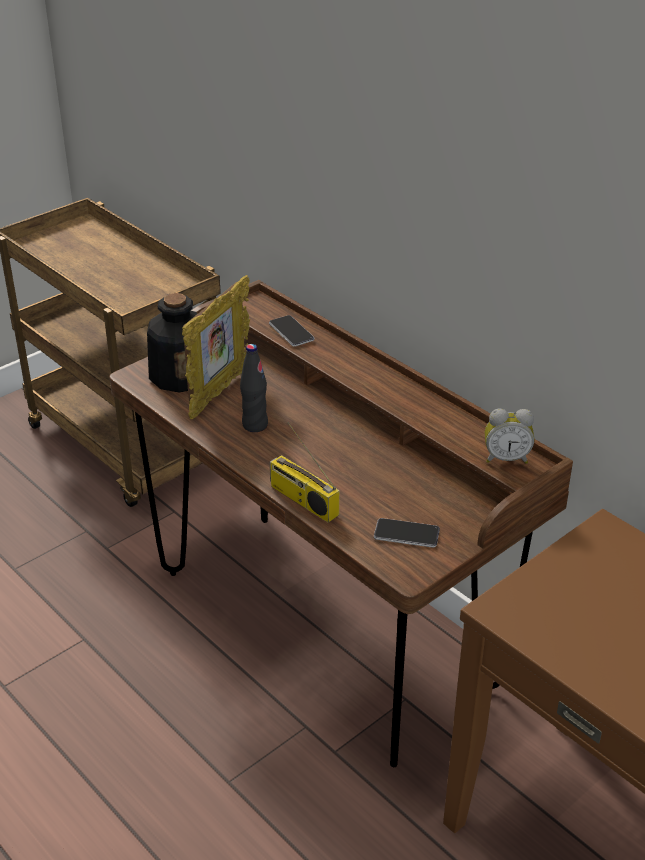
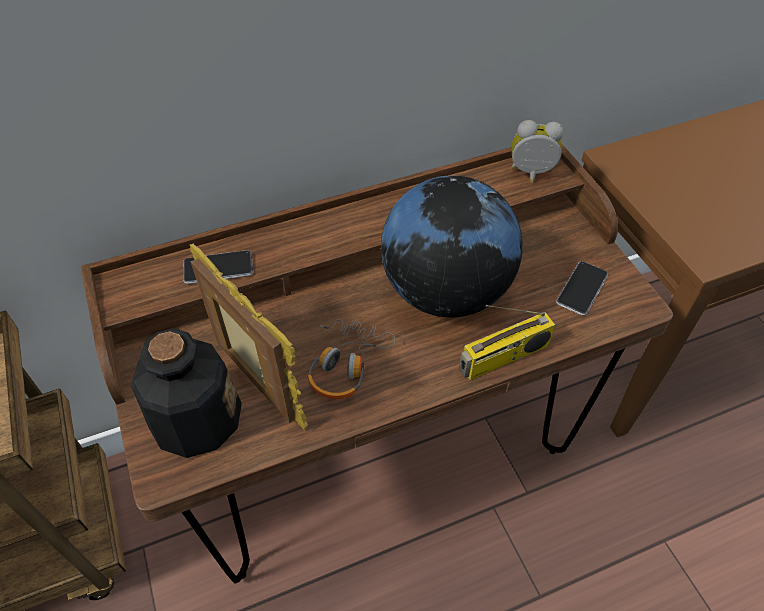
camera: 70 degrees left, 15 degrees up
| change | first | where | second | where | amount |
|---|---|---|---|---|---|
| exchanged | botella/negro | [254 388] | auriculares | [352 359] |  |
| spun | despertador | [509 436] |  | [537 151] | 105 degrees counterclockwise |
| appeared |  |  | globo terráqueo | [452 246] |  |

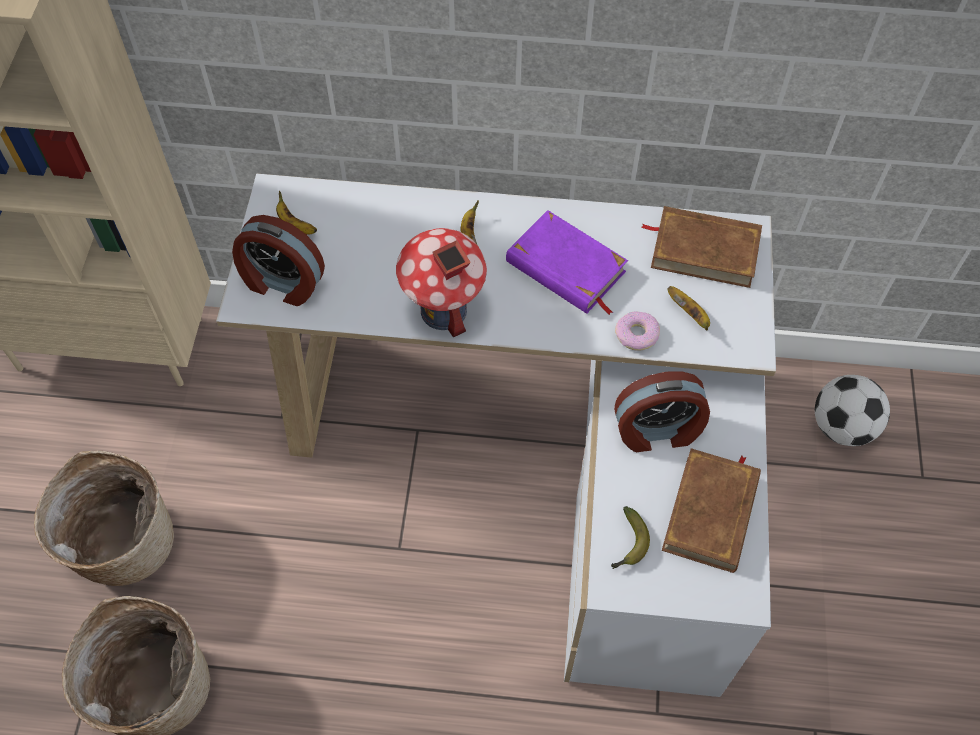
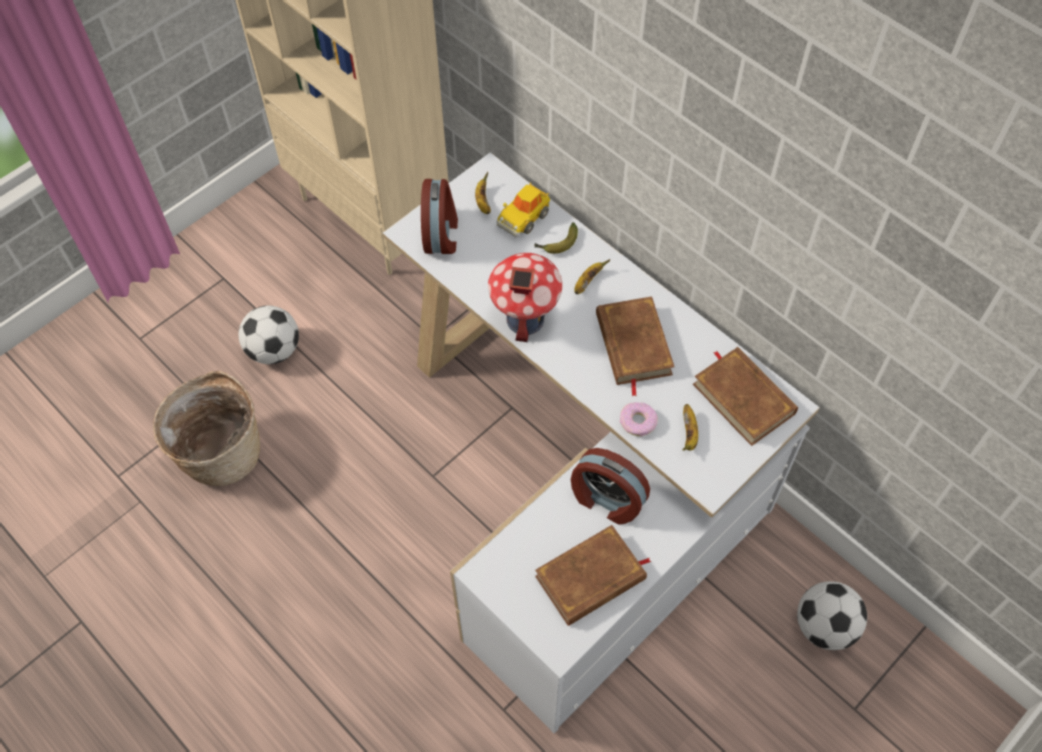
camera: 40 degrees right, 0 degrees up
| change | first | where | second | where | amount |
|---|---|---|---|---|---|
| colour | libro/morado | [567 262] | libro/marrón | [635 346] |  |
| spun | despertador | [278 260] |  | [439 216] | 150 degrees counterclockwise |
| exchanged | cesta | [104 518] | balón de fútbol | [269 334] |  |
| relocated | plátano | [630 537] |  | [556 238] |  |
| appeared |  |  | coche de juguete | [523 210] |  |

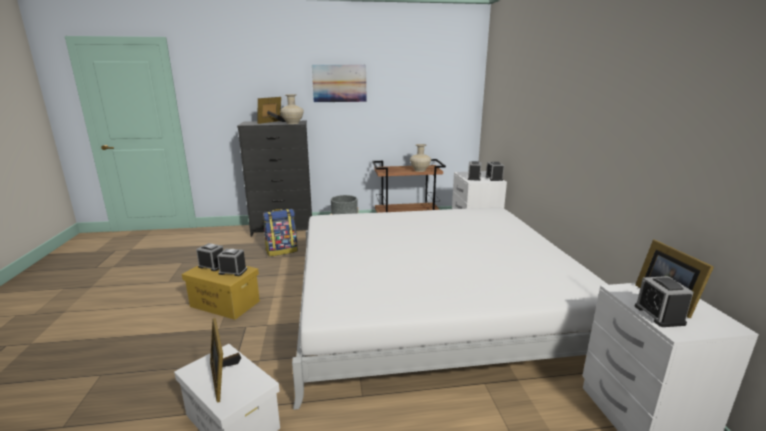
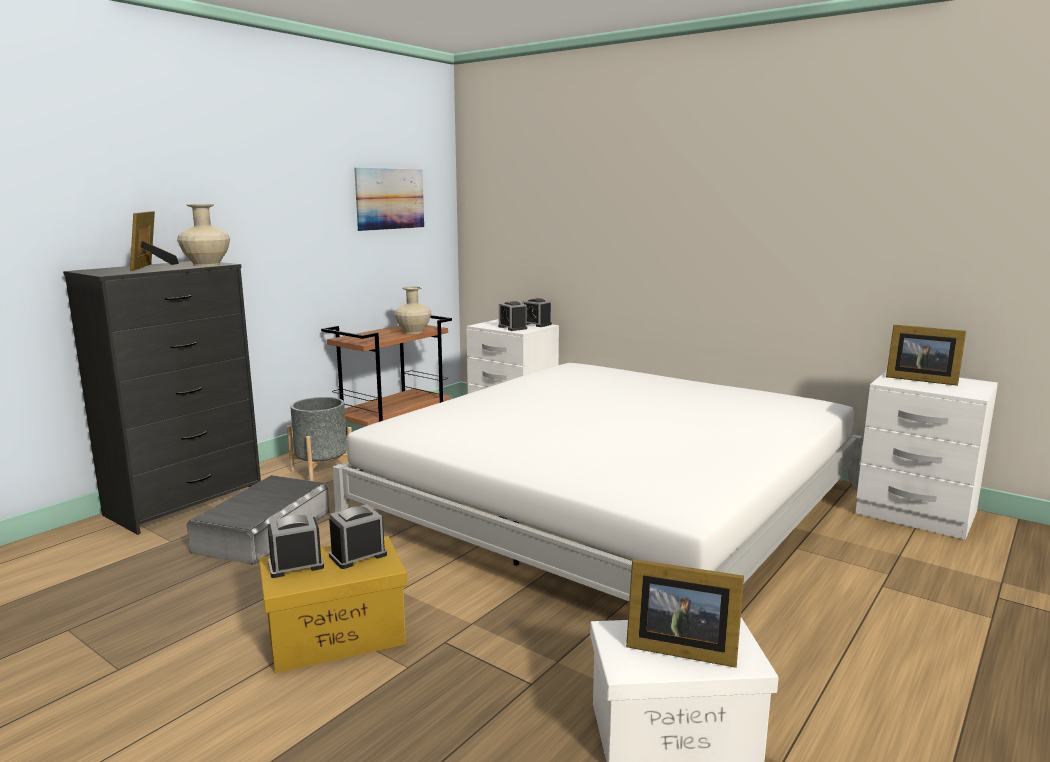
camera: 45 degrees left, 5 degrees down
| change | first | where | second | where | amount |
|---|---|---|---|---|---|
| relocated | cuadro | [339 83] |  | [389 199] |  |
| exchanged | mochila | [280 233] | caja de almacenaje/gris | [258 520] |  |
| missing | despertador | [664 301] |  |  |  |

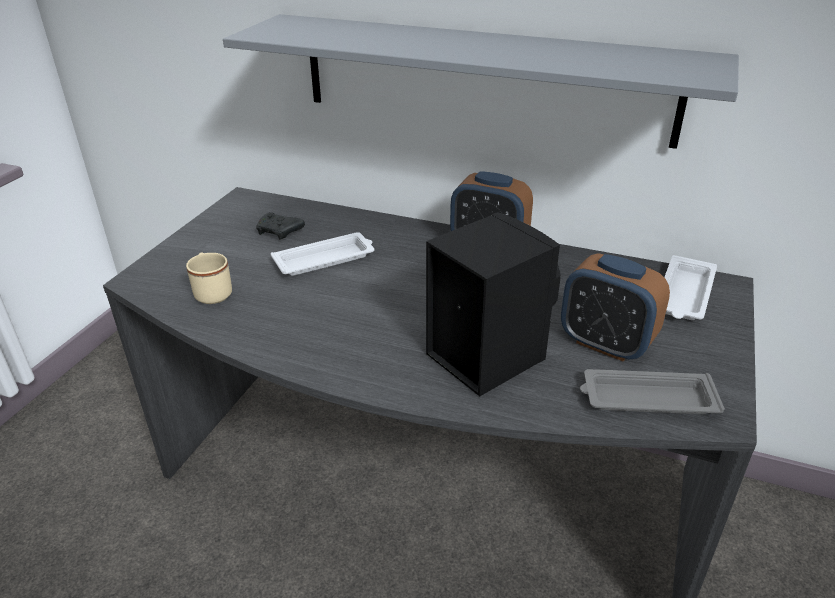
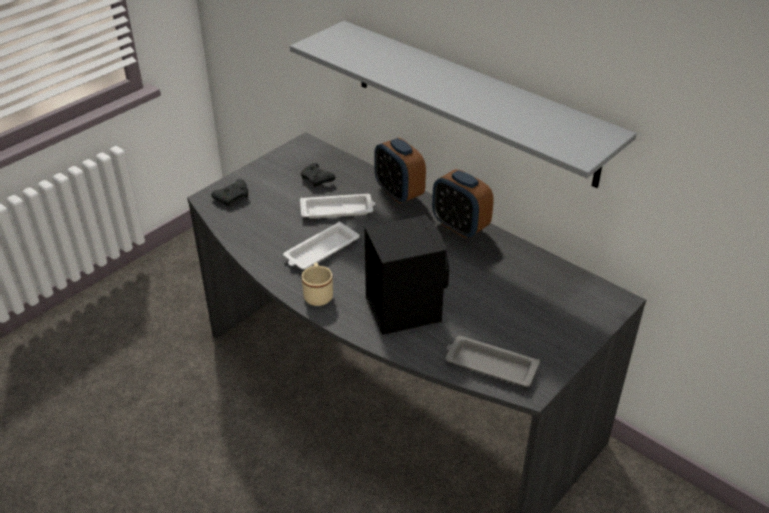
camera: 20 degrees right, 5 degrees up
| change | first | where | second | where | amount |
|---|---|---|---|---|---|
| relocated | taza grande/beis | [209 278] |  | [317 284] |  |
| relocated | despertador | [615 307] |  | [400 171] |  |
| relocated | bandeja/blanco | [690 287] |  | [321 246] |  |
| appeared |  |  | mando de consola/negro | [229 193] |  |

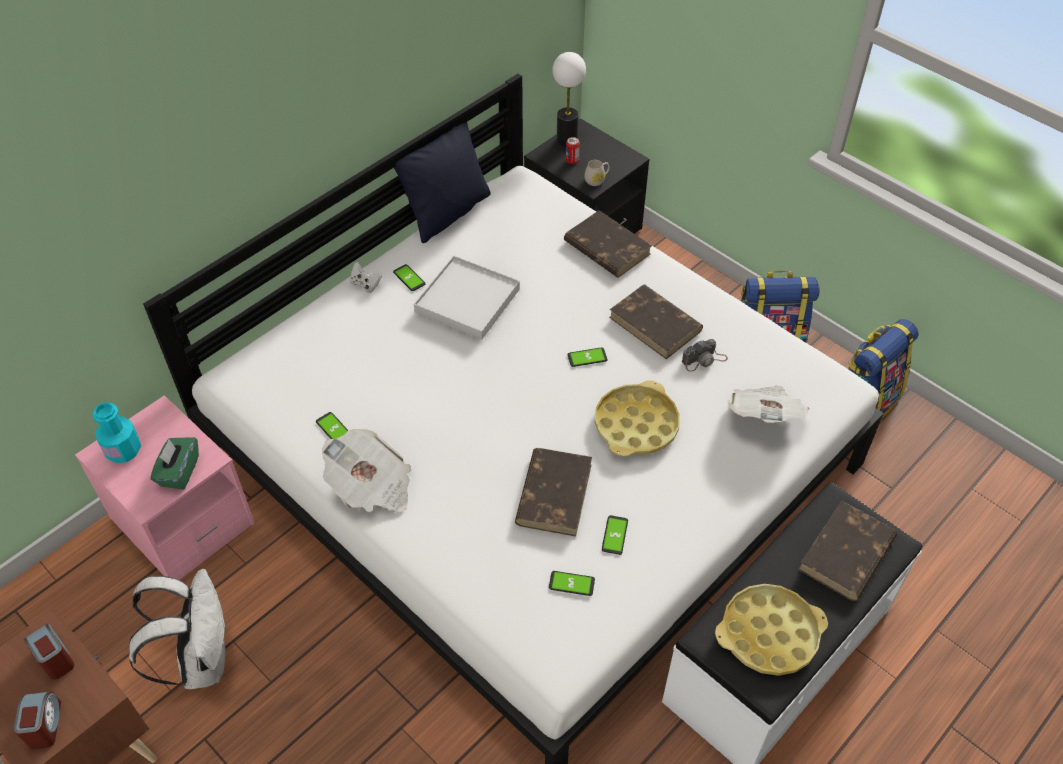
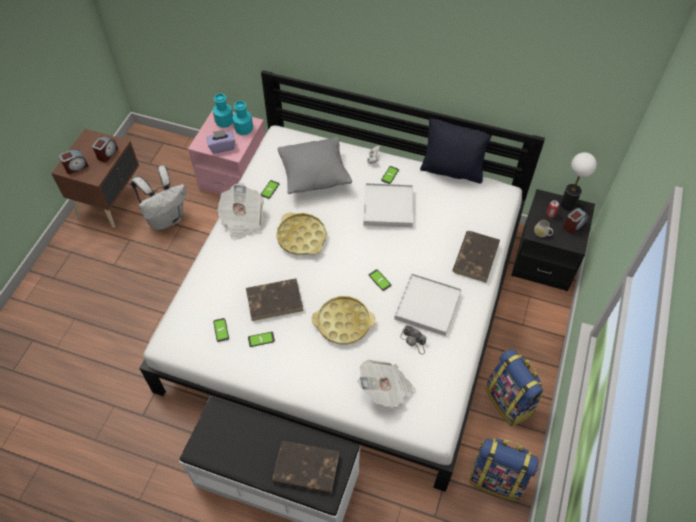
camera: 65 degrees right, 5 degrees up
| change | first | where | second | where | amount |
|---|---|---|---|---|---|
| exchanged | libro/marrón | [656 322] | bandeja/blanco | [427 304] |  |
| colour | caja de pañuelos/verde | [174 463] | caja de pañuelos/morado | [220 142] |  |
| relocated | bandeja/amarillo | [771 630] |  | [301 233] |  |
| appeared |  |  | botella/turquesa | [242 118] |  |
| appeared |  |  | cojín/gris | [315 165] |  |
| appeared |  |  | despertador | [576 220] |  |

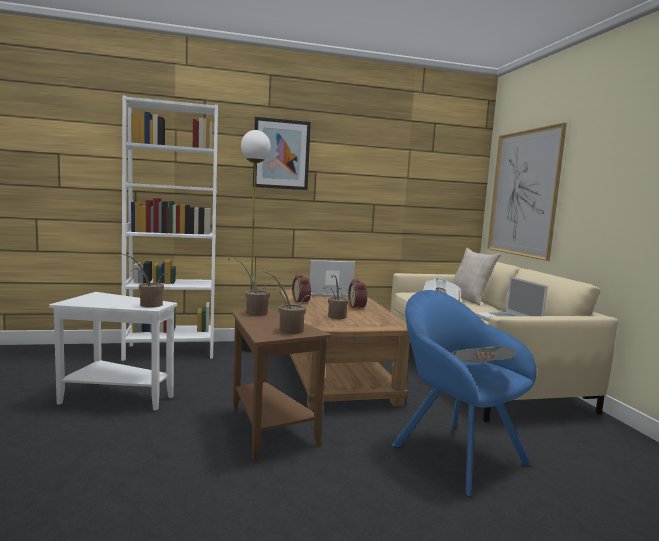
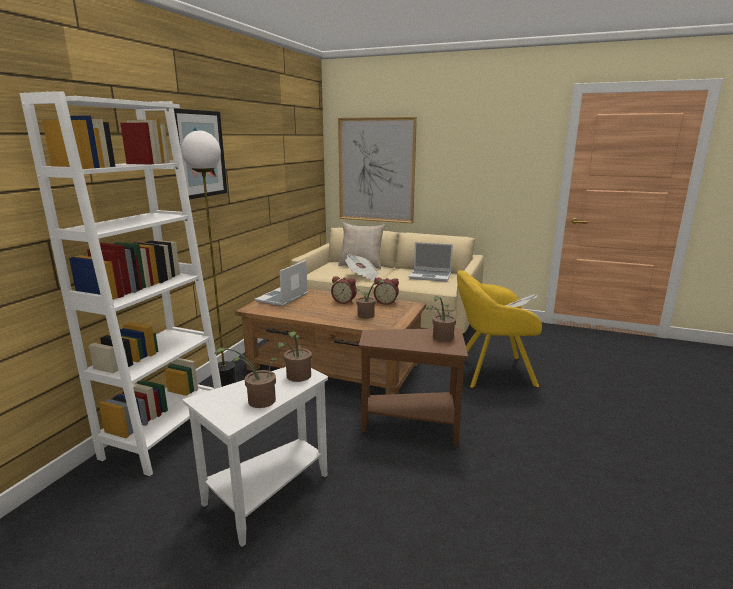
camera: 55 degrees left, 10 degrees up
| change | first | where | second | where | amount |
|---|---|---|---|---|---|
| relocated | planta en maceta | [253 287] |  | [246 378] |  |
| relocated | despertador | [301 288] |  | [386 291] |  |
| colour | sillón/azul | [464 393] | sillón/amarillo | [499 329] |  |

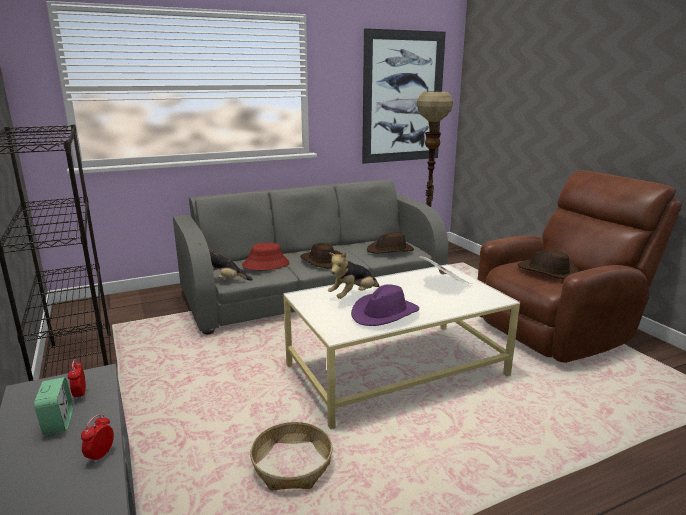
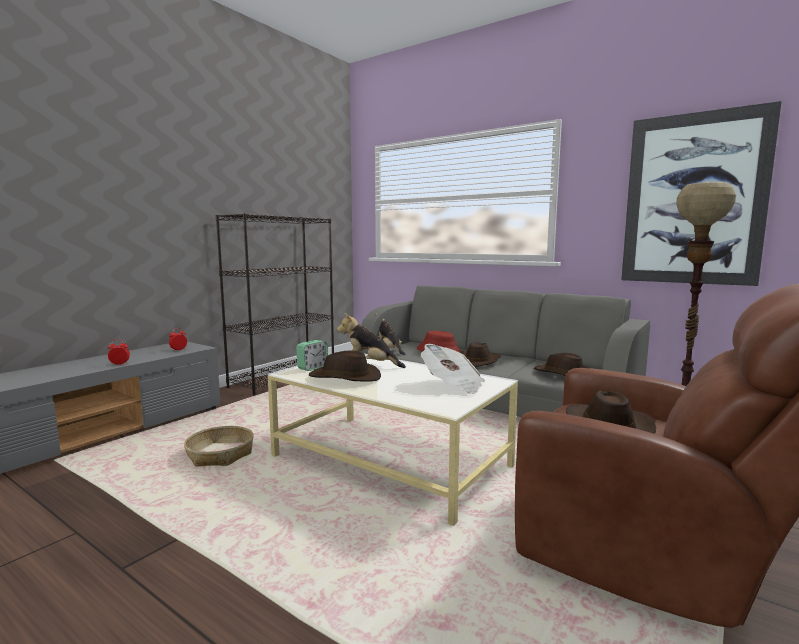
camera: 60 degrees right, 10 degrees down
| change | first | where | second | where | amount |
|---|---|---|---|---|---|
| colour | sombrero/morado | [385 305] | sombrero/marrón | [345 366] |  |
| relocated | despertador | [53 406] |  | [312 355] |  |

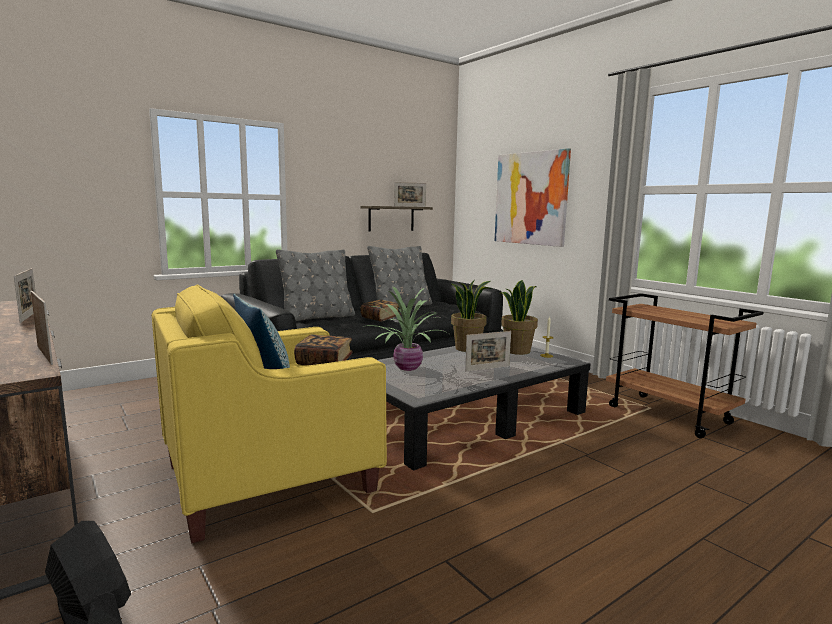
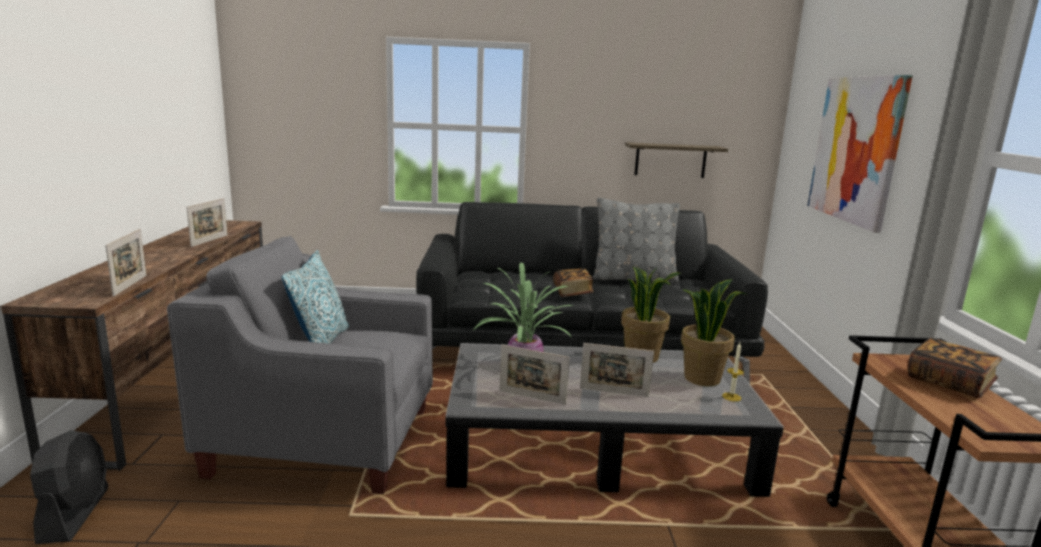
camera: 35 degrees right, 5 degrees up
| change | first | where | second | where | amount |
|---|---|---|---|---|---|
| relocated | portarretratos | [410 194] |  | [534 375] |  |
| missing | cojín/gris | [315 285] |  |  |  |
| colour | sillón/amarillo | [269 414] | sillón/gris | [300 365] |  |
| relocated | libro | [323 349] |  | [955 368] |  |

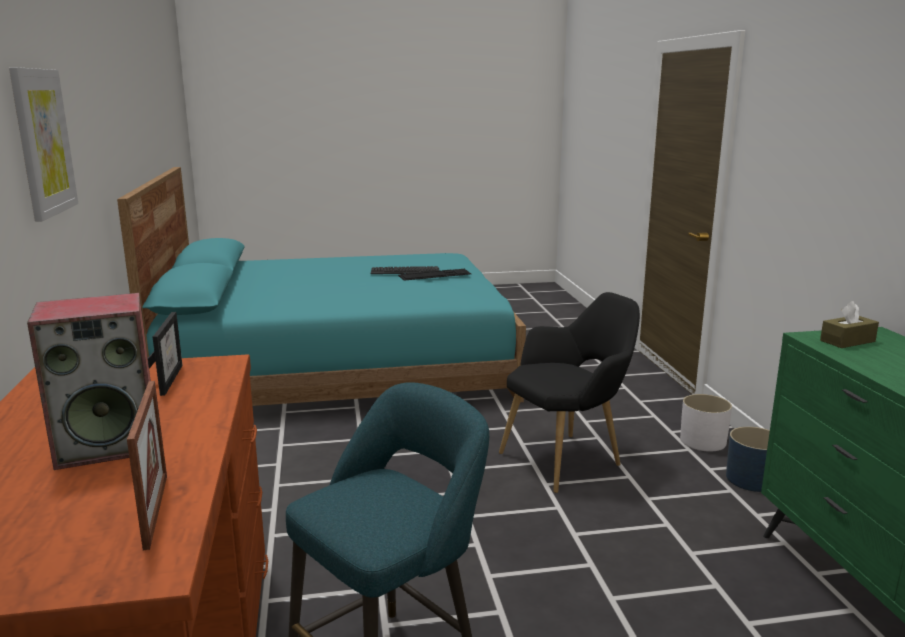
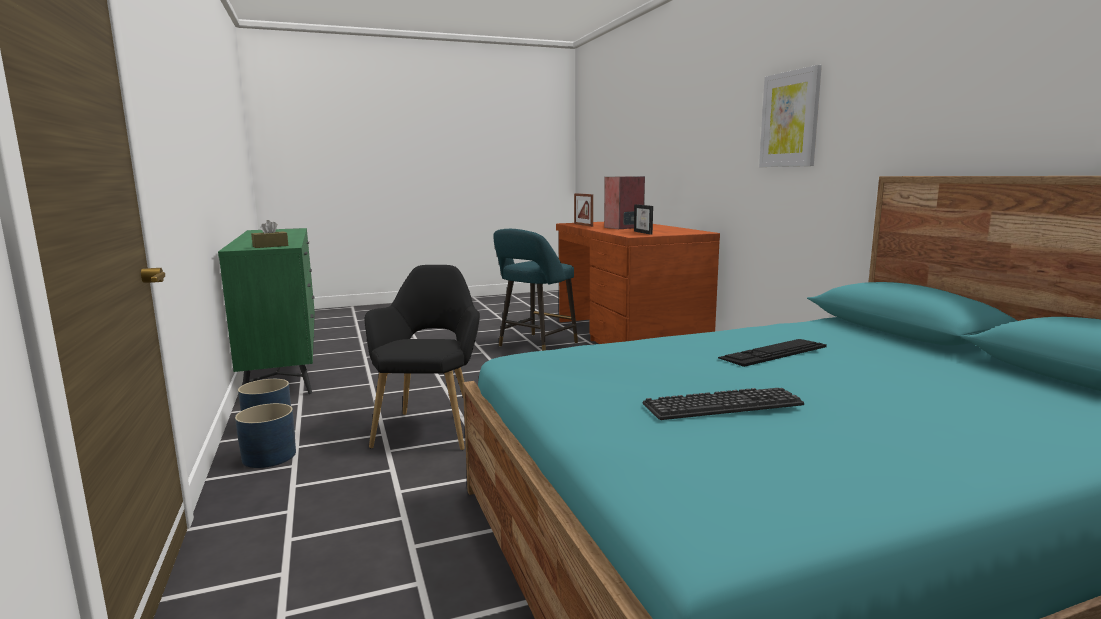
camera: 170 degrees right, 5 degrees down
| change | first | where | second | where | amount |
|---|---|---|---|---|---|
| relocated | teclado | [434 275] |  | [772 353] |  |
| spun | sillón/negro | [569 392] |  | [422 357] | 135 degrees clockwise |
| colour | maceta/blanco | [706 423] | maceta/azul | [265 435] |  |

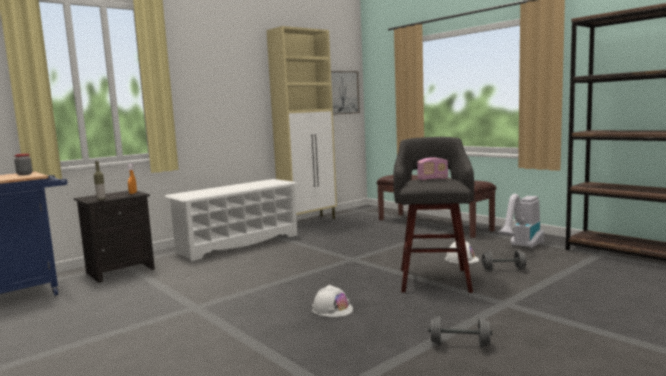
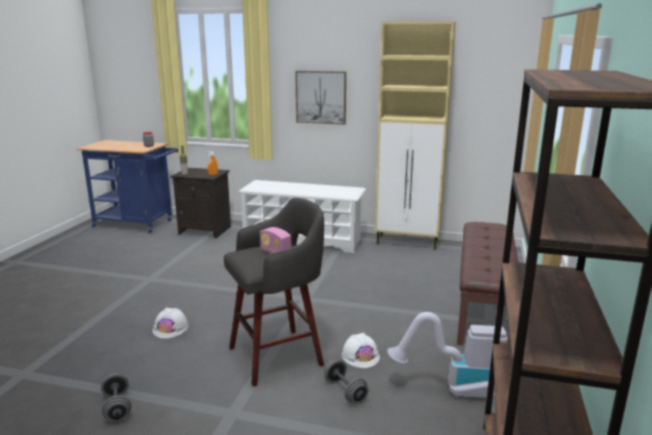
camera: 55 degrees right, 10 degrees up
| change | first | where | second | where | amount |
|---|---|---|---|---|---|
| relocated | cuadro | [345 93] |  | [320 98] |  |

